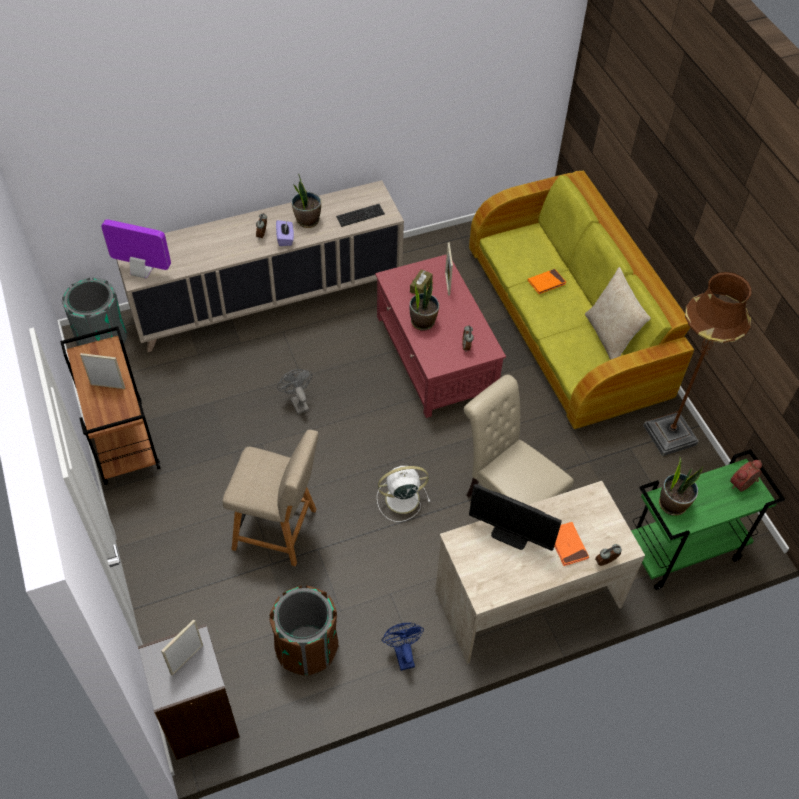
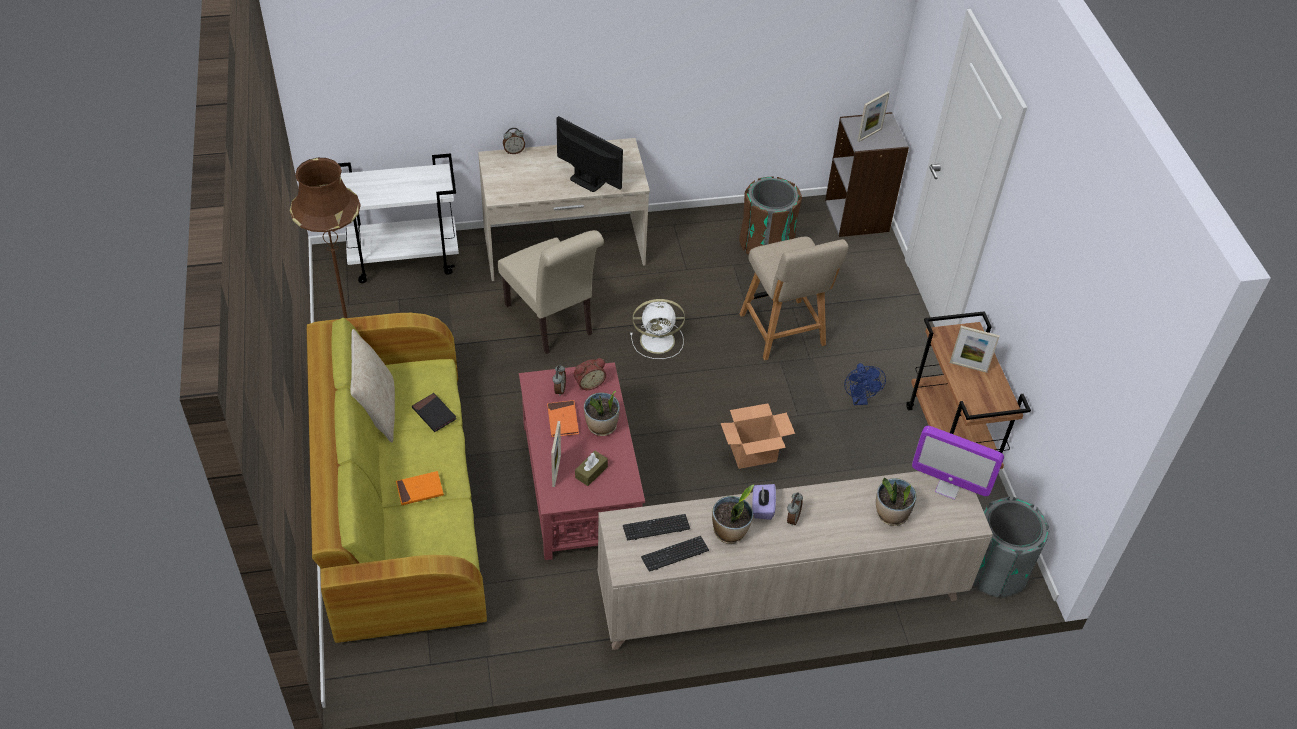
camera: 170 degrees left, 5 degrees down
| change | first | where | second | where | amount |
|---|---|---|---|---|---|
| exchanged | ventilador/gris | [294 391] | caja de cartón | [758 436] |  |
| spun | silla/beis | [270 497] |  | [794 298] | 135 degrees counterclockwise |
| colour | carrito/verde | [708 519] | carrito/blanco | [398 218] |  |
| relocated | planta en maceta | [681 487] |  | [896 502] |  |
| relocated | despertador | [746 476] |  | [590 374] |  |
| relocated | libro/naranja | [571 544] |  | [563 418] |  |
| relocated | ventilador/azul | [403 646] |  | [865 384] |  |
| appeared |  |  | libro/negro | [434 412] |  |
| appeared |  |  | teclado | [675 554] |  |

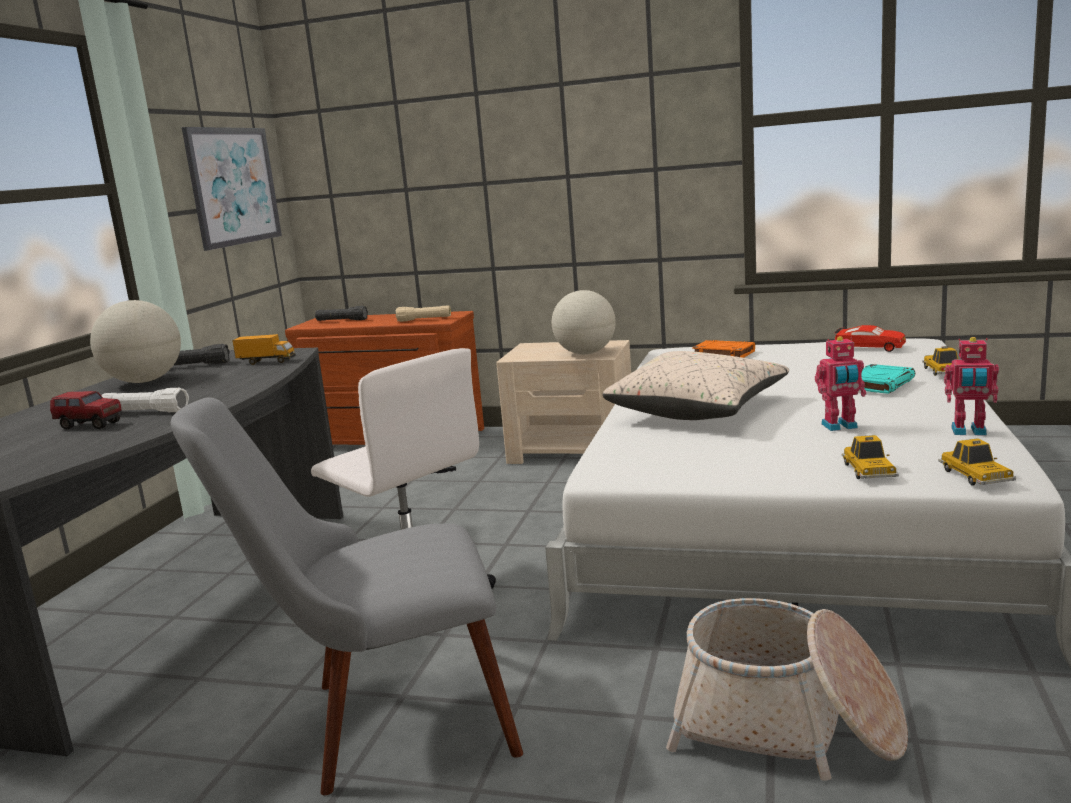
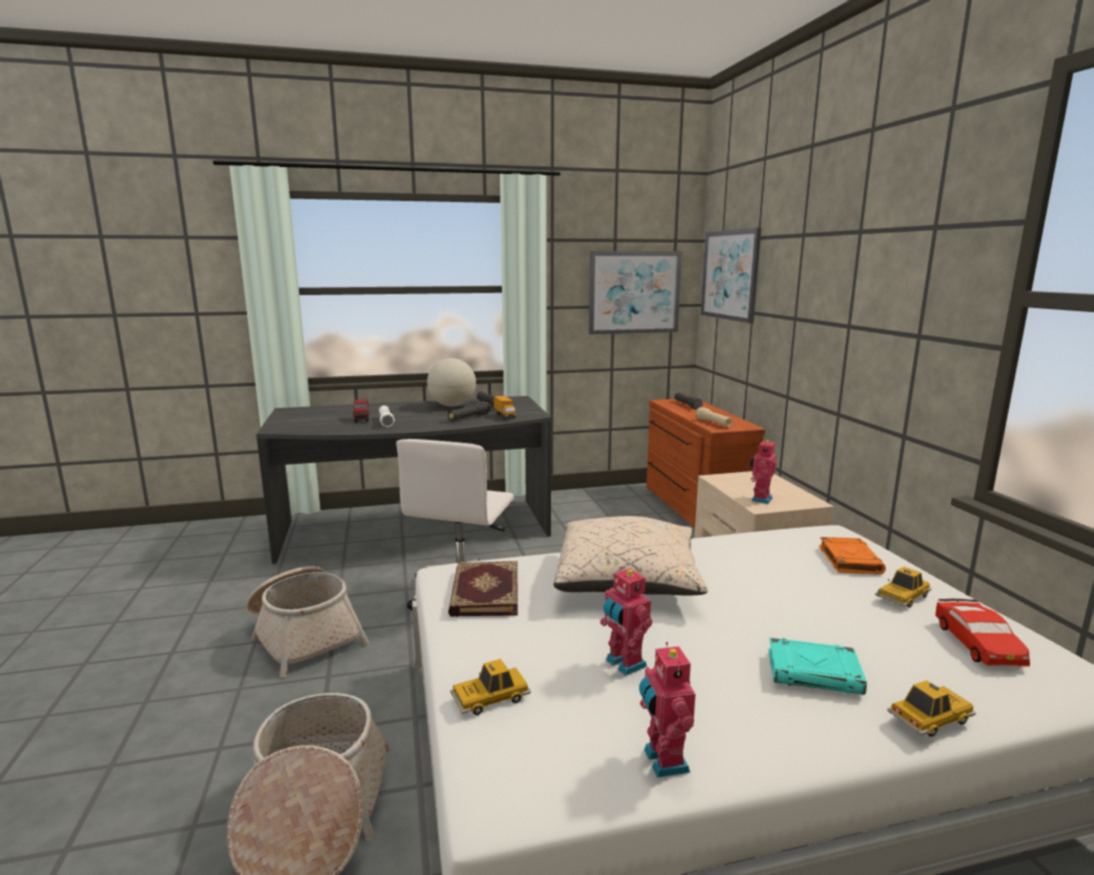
camera: 60 degrees right, 0 degrees up
| change | first | where | second | where | amount |
|---|---|---|---|---|---|
| exchanged | globo terráqueo | [584 322] | robot de juguete | [763 471] |  |
| exchanged | silla/gris | [347 596] | cesta | [307 621] |  |
| relocated | coche de juguete | [977 461] |  | [903 587] |  |
| appeared |  |  | cuadro | [731 275] |  |
| appeared |  |  | linterna/negro | [469 411] |  |
| appeared |  |  | libro | [483 589] |  |

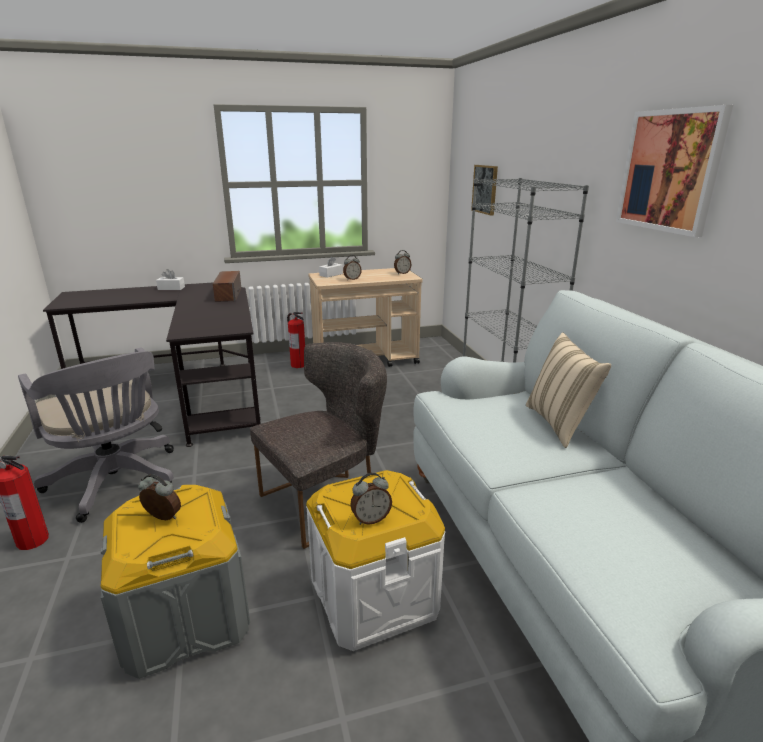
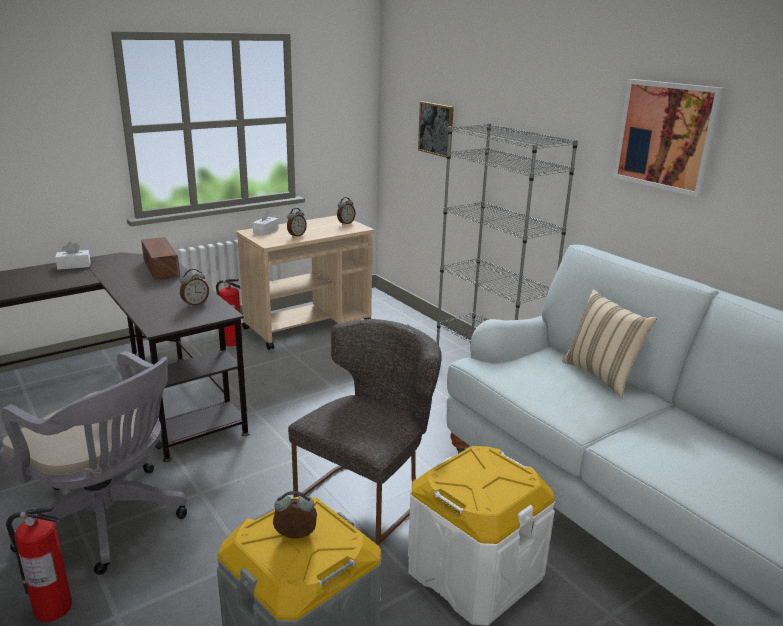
camera: 20 degrees left, 0 degrees up
| change | first | where | second | where | amount |
|---|---|---|---|---|---|
| relocated | despertador | [371 499] |  | [194 288] |  |

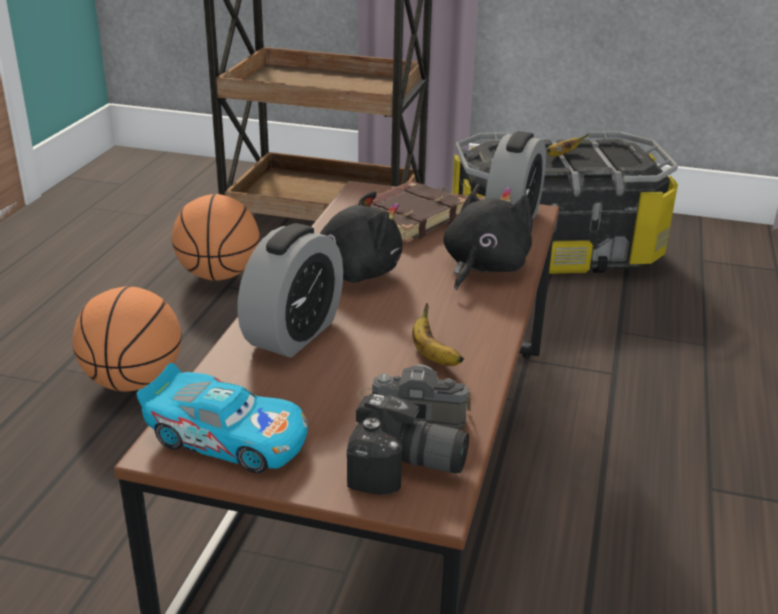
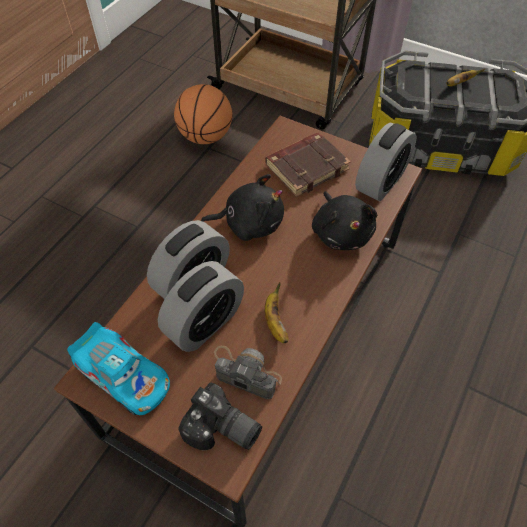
camera: 15 degrees right, 25 degrees up
| change | first | where | second | where | amount |
|---|---|---|---|---|---|
| spun | peluche/negro | [487 237] |  | [344 220] | 120 degrees clockwise |
| missing | balón de baloncesto | [127 339] |  |  |  |
| appeared |  |  | despertador | [201 306] |  |

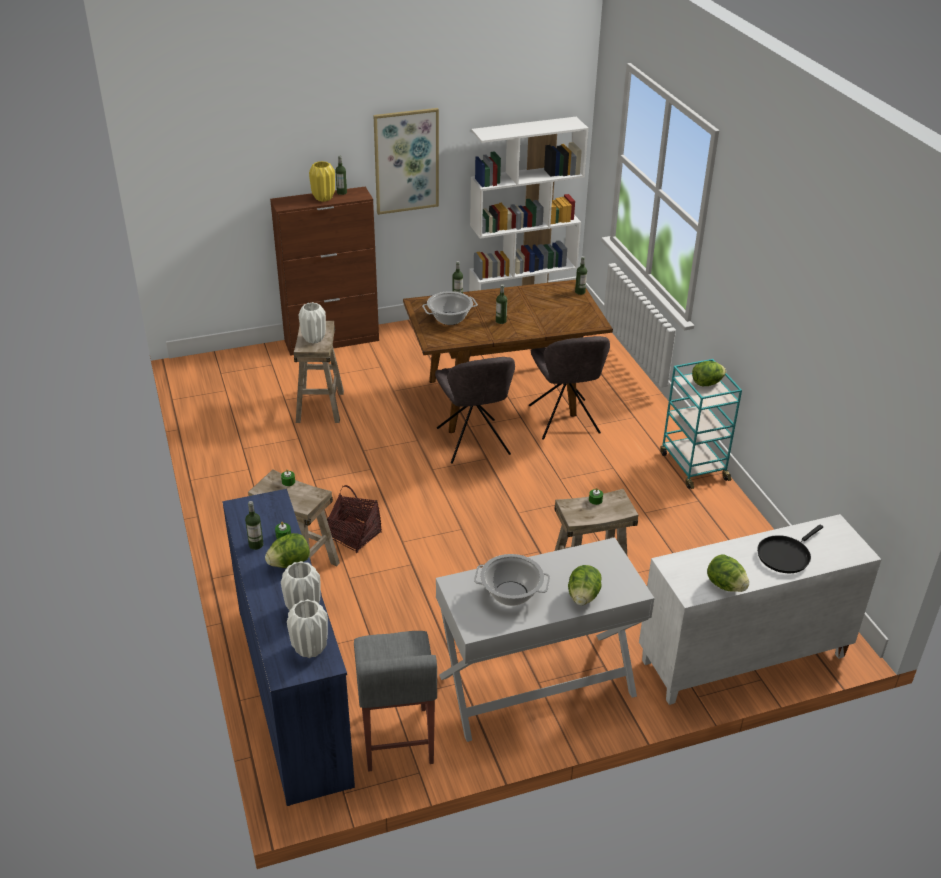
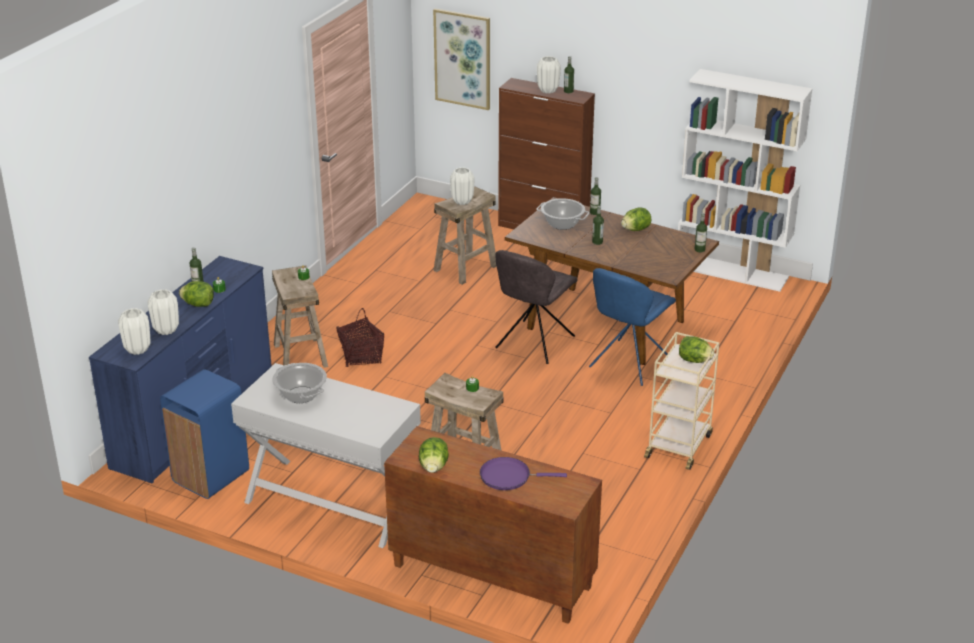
camera: 45 degrees right, 5 degrees down
| change | first | where | second | where | amount |
|---|---|---|---|---|---|
| relocated | cuadro | [406 161] |  | [461 59] |  |
| colour | florero/amarillo | [322 181] | florero/blanco | [549 75] |  |
| colour | silla/gris | [569 388] | silla/azul | [632 327] |  |
| colour | carrito/turquesa | [701 424] | carrito/beis | [681 401] |  |
| colour | armario/blanco | [760 609] | armario/marrón | [493 525] |  |
| colour | sartén/negro | [790 549] | sartén/morado | [523 473] |  |
| relocated | lechuga | [585 585] |  | [636 219] |  |
| exchanged | taburete/gris | [395 701] | papelera/azul | [204 434] |  |

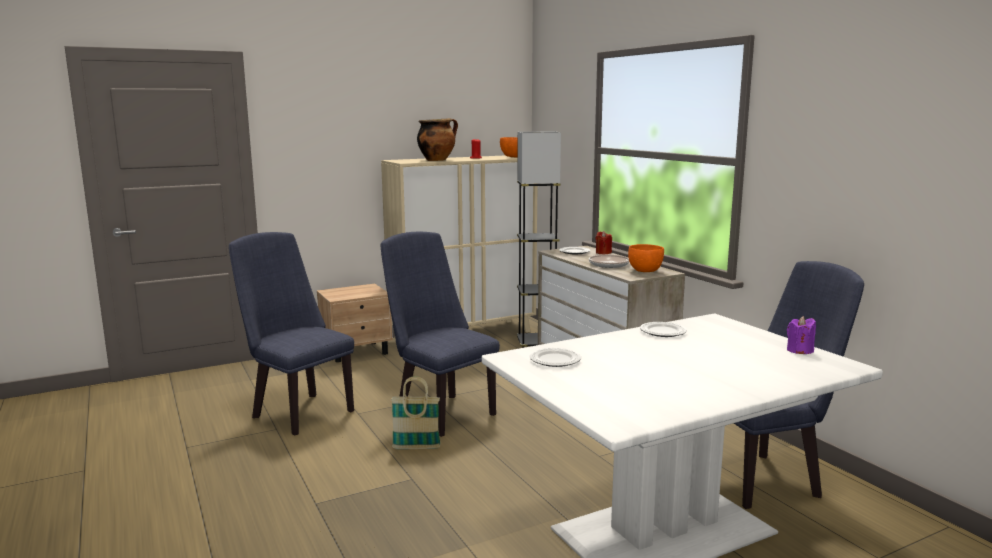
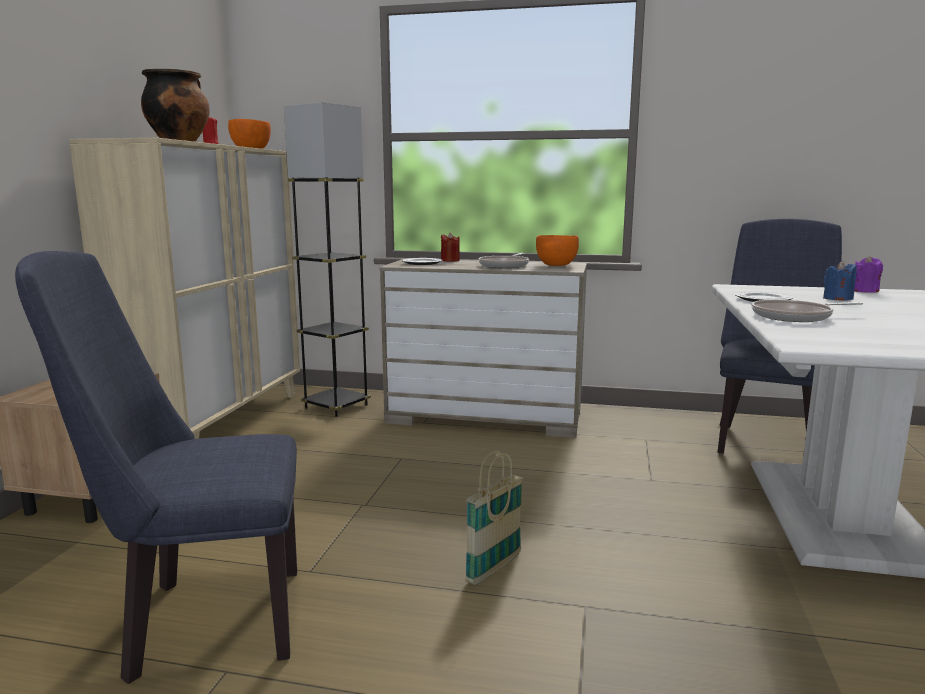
camera: 50 degrees left, 0 degrees up
| change | first | where | second | where | amount |
|---|---|---|---|---|---|
| missing | silla/azul | [440 334] |  |  |  |
| missing | plato | [555 357] |  |  |  |
| appeared |  |  | vela/azul | [840 280] |  |
| appeared |  |  | sartén | [807 311] |  |

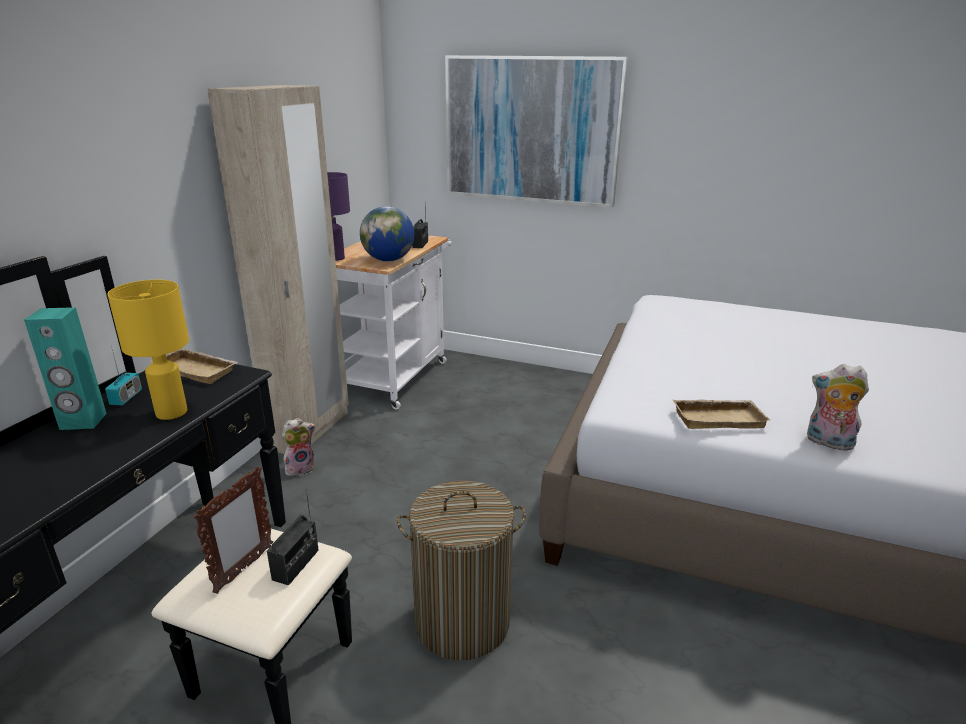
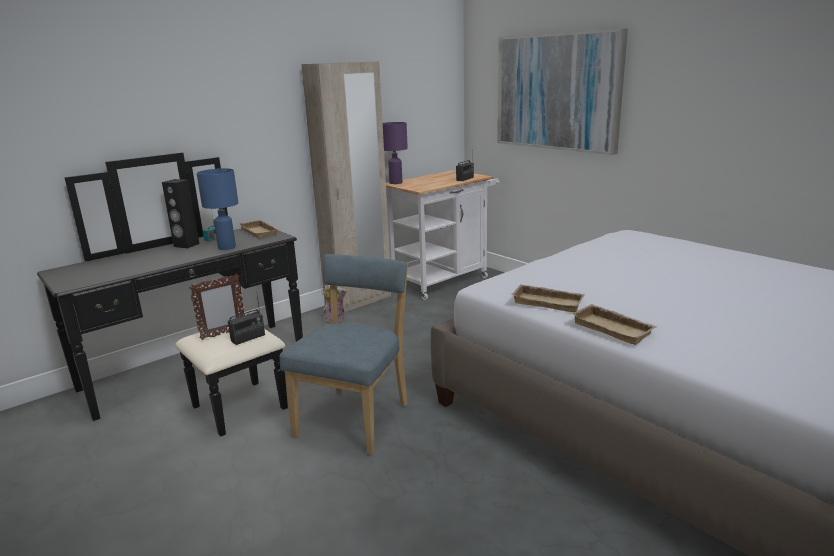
camera: 30 degrees right, 5 degrees down
| change | first | where | second | where | amount |
|---|---|---|---|---|---|
| missing | globo terráqueo | [387 234] |  |  |  |
| colour | lámpara de mesa/amarillo | [148 350] | lámpara de mesa/azul | [217 209] |  |
| colour | altavoz/turquesa | [65 368] | altavoz/negro | [181 213] |  |
| exchanged | peluche | [838 407] | bandeja/beis | [614 324] |  |
| exchanged | cesto de la ropa | [461 570] | silla/azul | [343 354] |  |

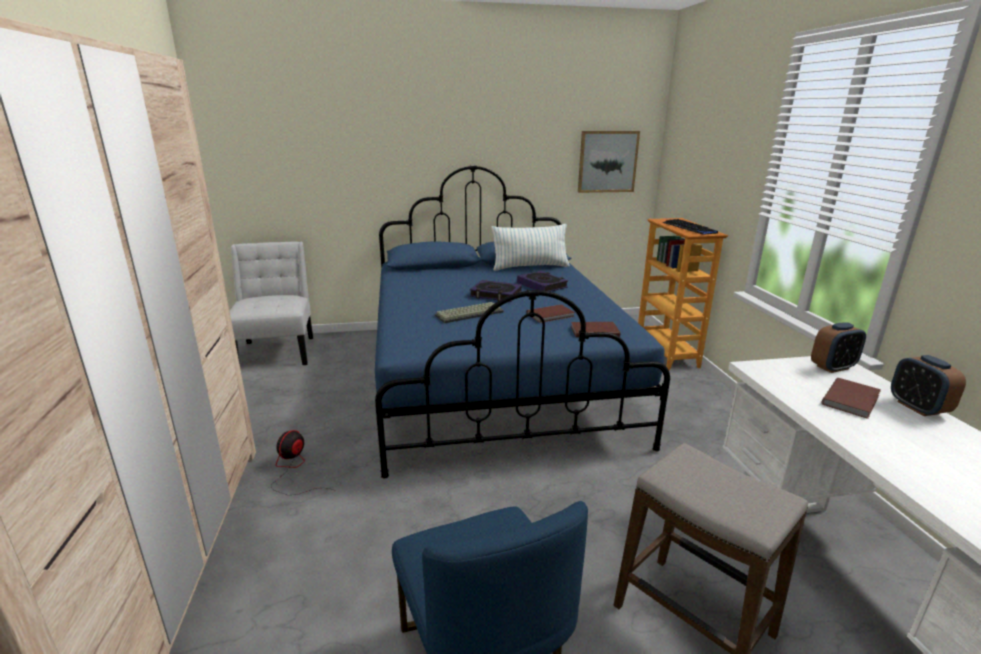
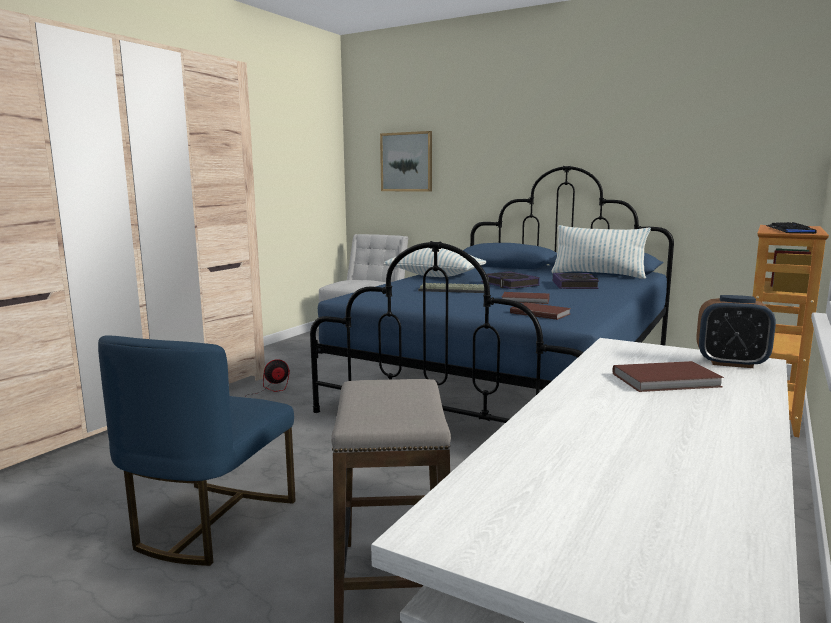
camera: 40 degrees right, 10 degrees down
| change | first | where | second | where | amount |
|---|---|---|---|---|---|
| relocated | cuadro | [609 162] |  | [406 161] |  |
| missing | despertador | [928 385] |  |  |  |
| appeared |  |  | cojín | [435 262] |  |

